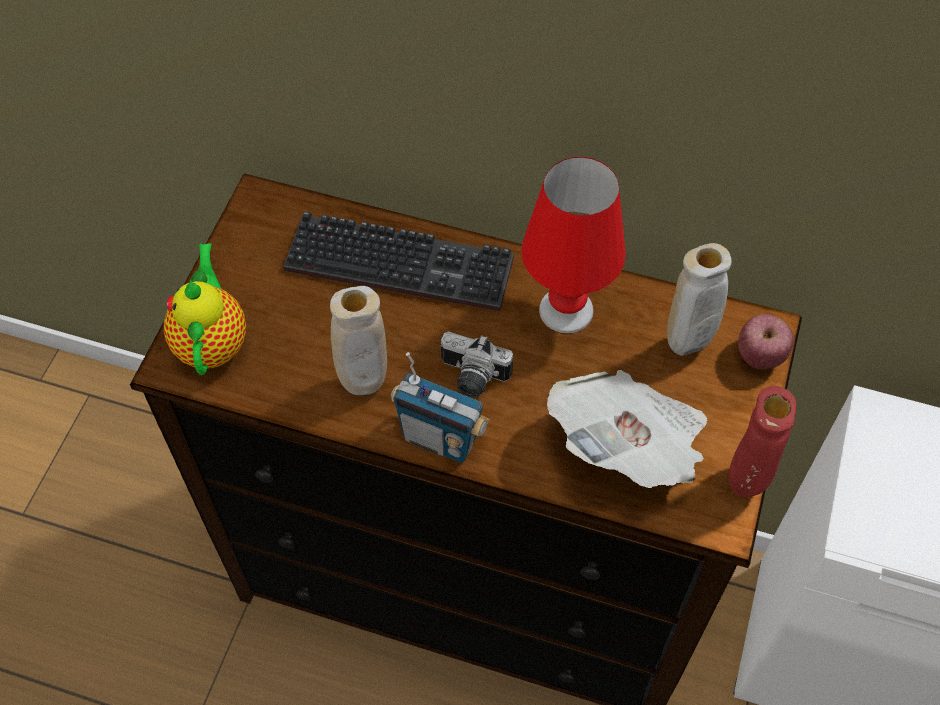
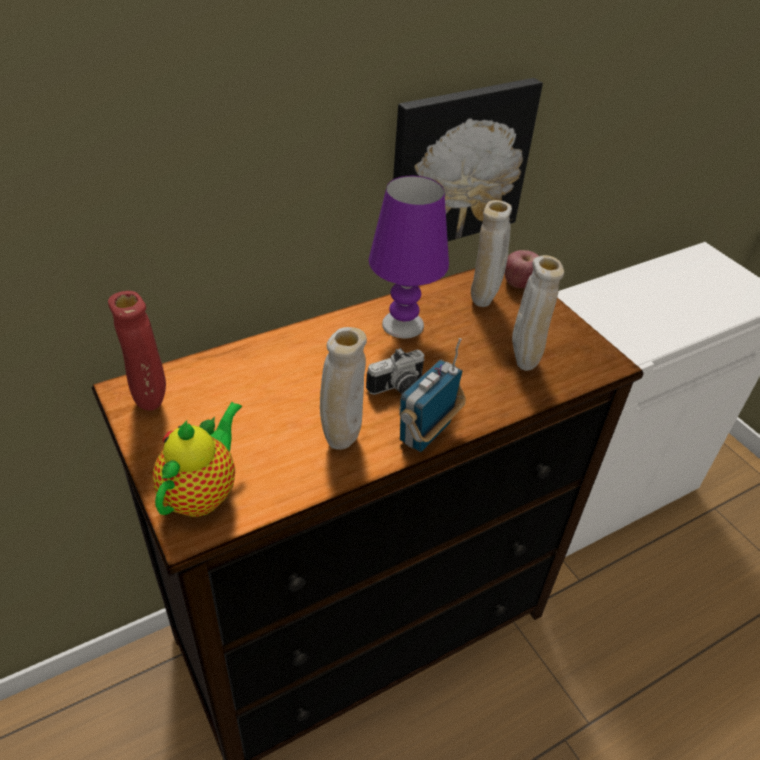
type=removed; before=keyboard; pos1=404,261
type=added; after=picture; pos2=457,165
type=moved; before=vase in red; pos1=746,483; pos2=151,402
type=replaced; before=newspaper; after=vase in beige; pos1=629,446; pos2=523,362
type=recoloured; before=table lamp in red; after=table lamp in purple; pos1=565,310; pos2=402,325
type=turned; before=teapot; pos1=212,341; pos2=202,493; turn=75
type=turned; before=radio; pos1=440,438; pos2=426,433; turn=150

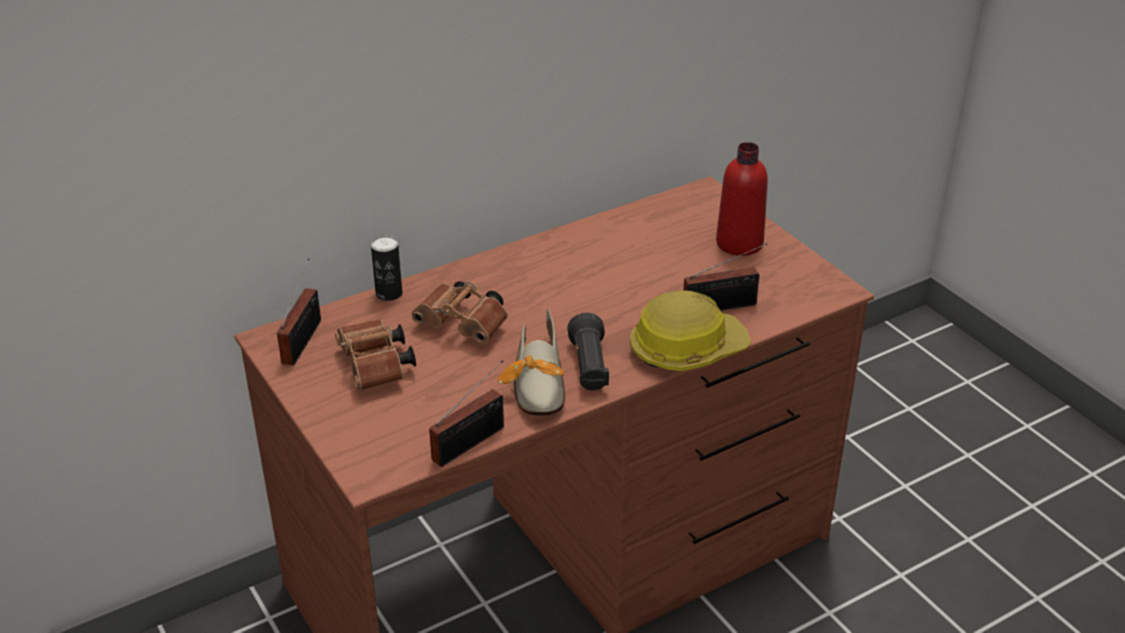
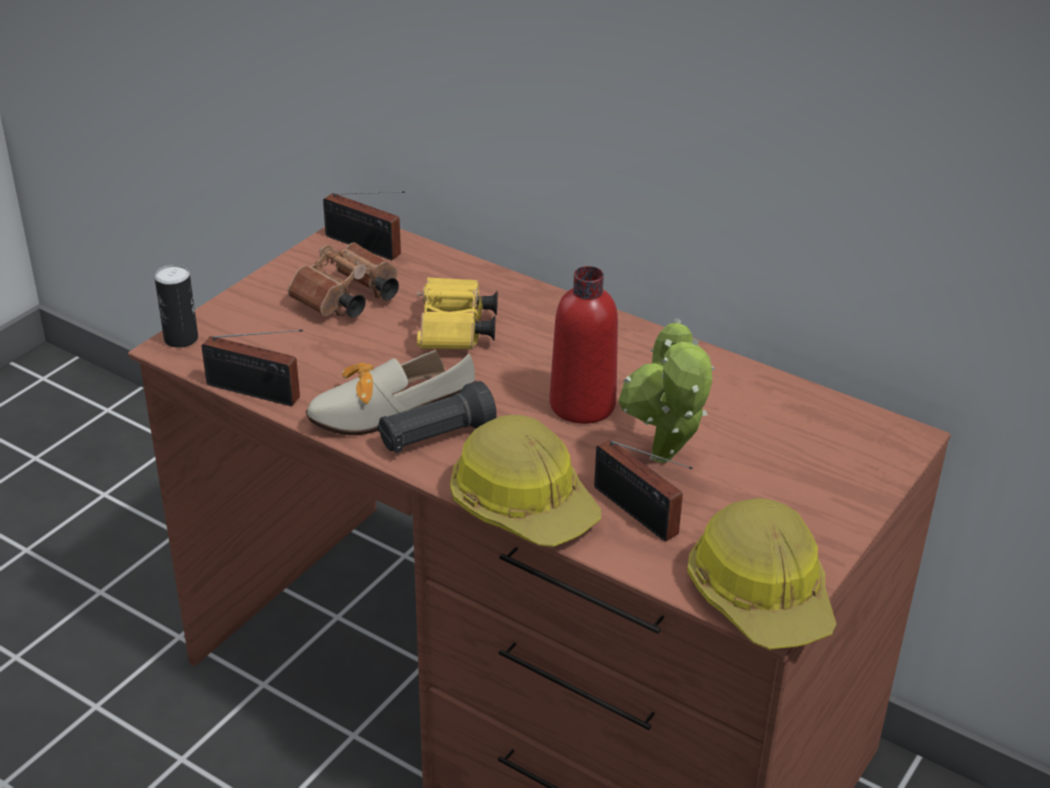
type=added; after=potted plant; pos2=664,462
type=added; after=hard hat; pos2=761,595
type=moved; before=can; pos1=389,293; pos2=181,339
type=moved; before=bottle in red; pos1=739,243; pos2=582,405
type=recoloured; before=binoculars in brown; after=binoculars in yellow; pos1=465,326; pos2=455,333
type=turned; before=radio; pos1=304,339; pos2=366,247; turn=45

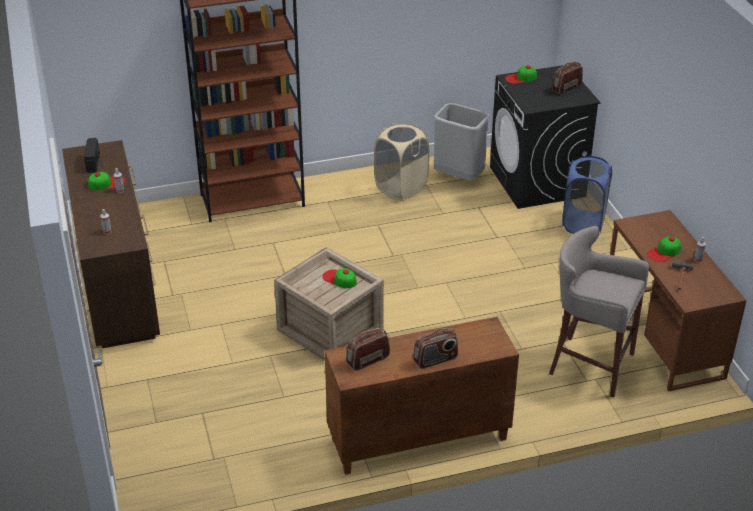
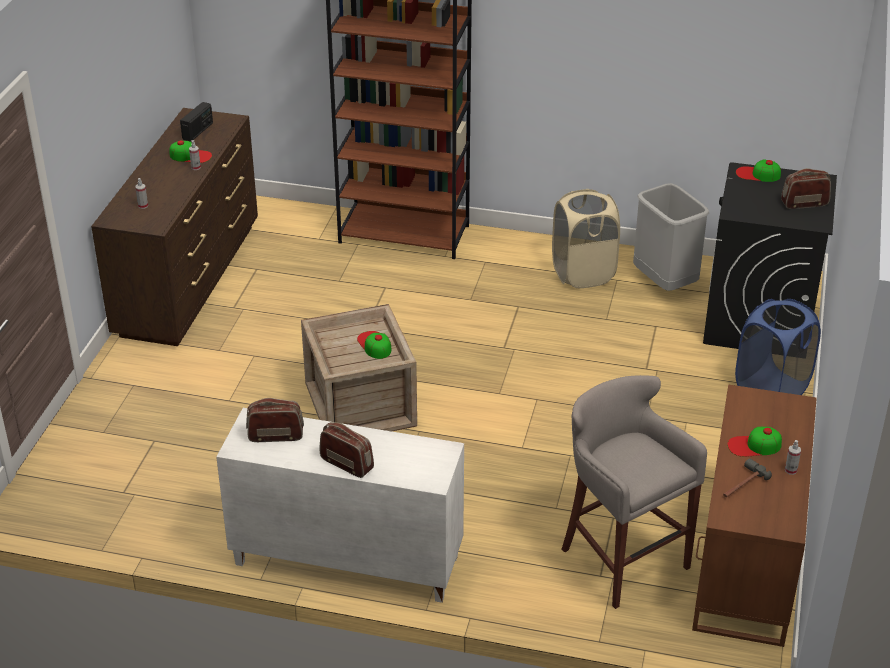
type=recoloured; before=cabinet in brown; after=cabinet in white; pos1=418,440; pos2=345,561
type=turned; before=radio; pos1=435,360; pos2=347,464; turn=-150

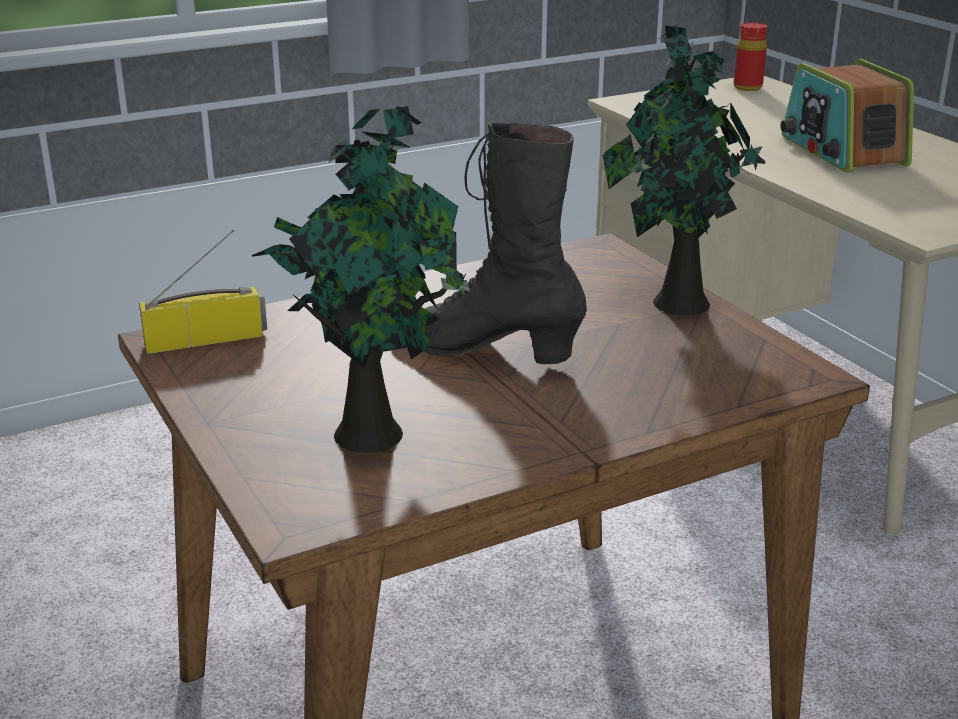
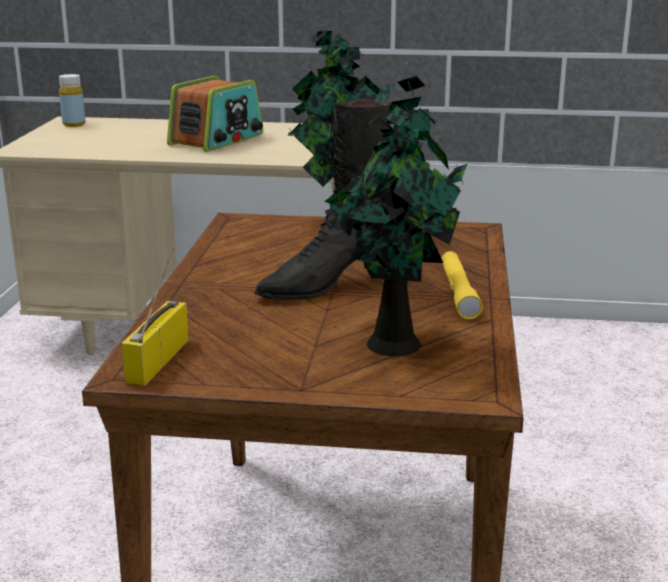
type=added; after=flashlight in yellow; pos2=458,293
type=recoloured; before=bottle in red; after=bottle in yellow; pos1=747,87; pos2=74,124
type=turned; before=radio; pos1=842,151; pos2=217,140; turn=-75

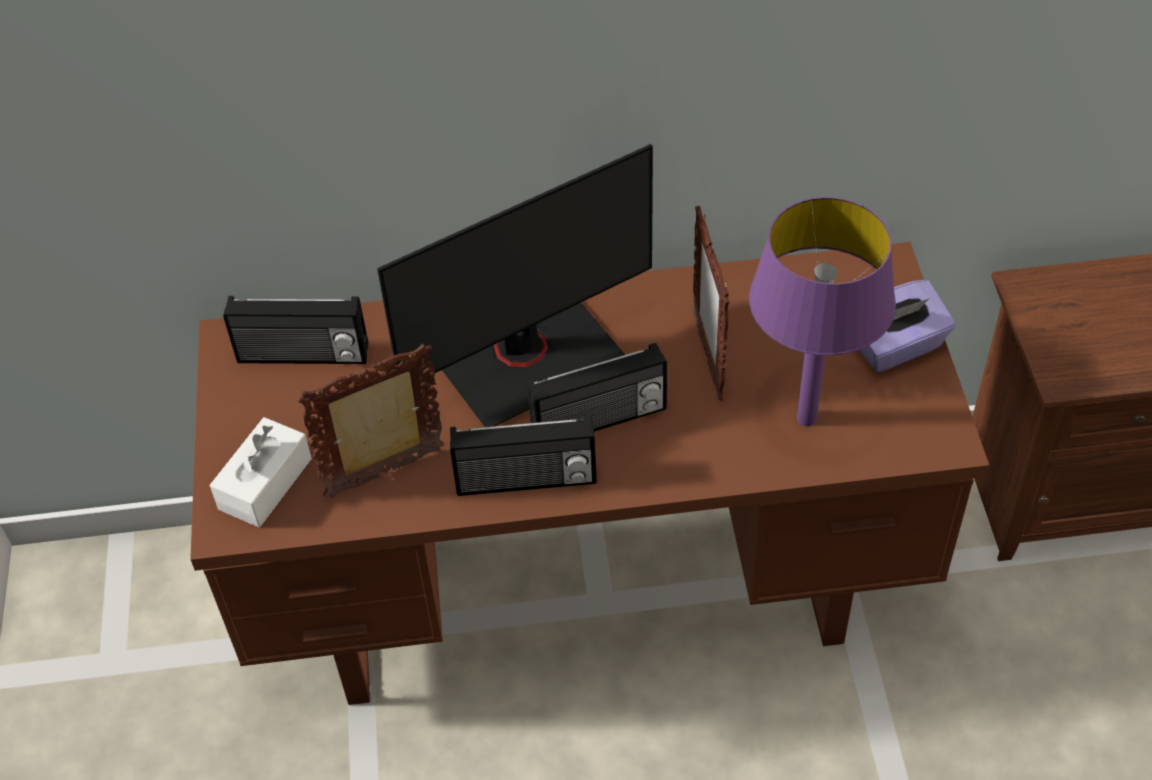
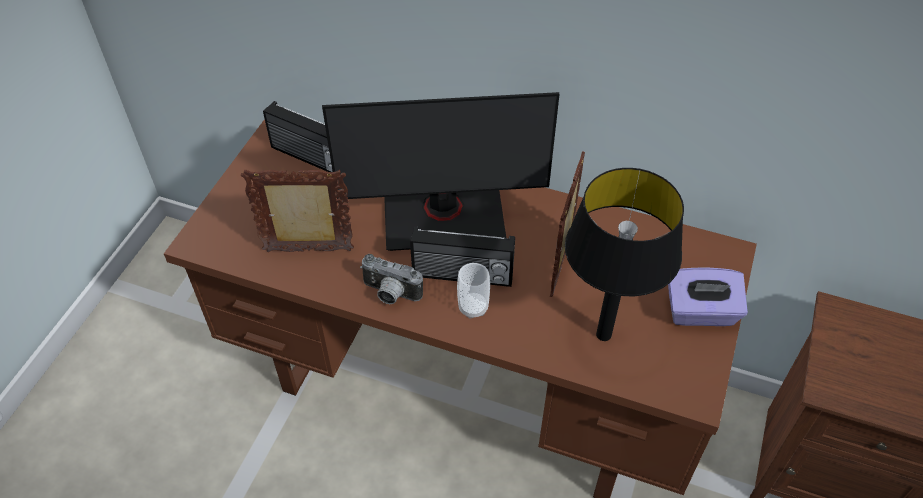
type=removed; before=tissue box in white; pos1=265,484
type=added; after=cup; pos2=473,307
type=replaced; before=radio; after=photo camera; pos1=526,481; pos2=390,294
type=recoloured; before=table lamp in purple; after=table lamp in black; pos1=806,419; pos2=603,335

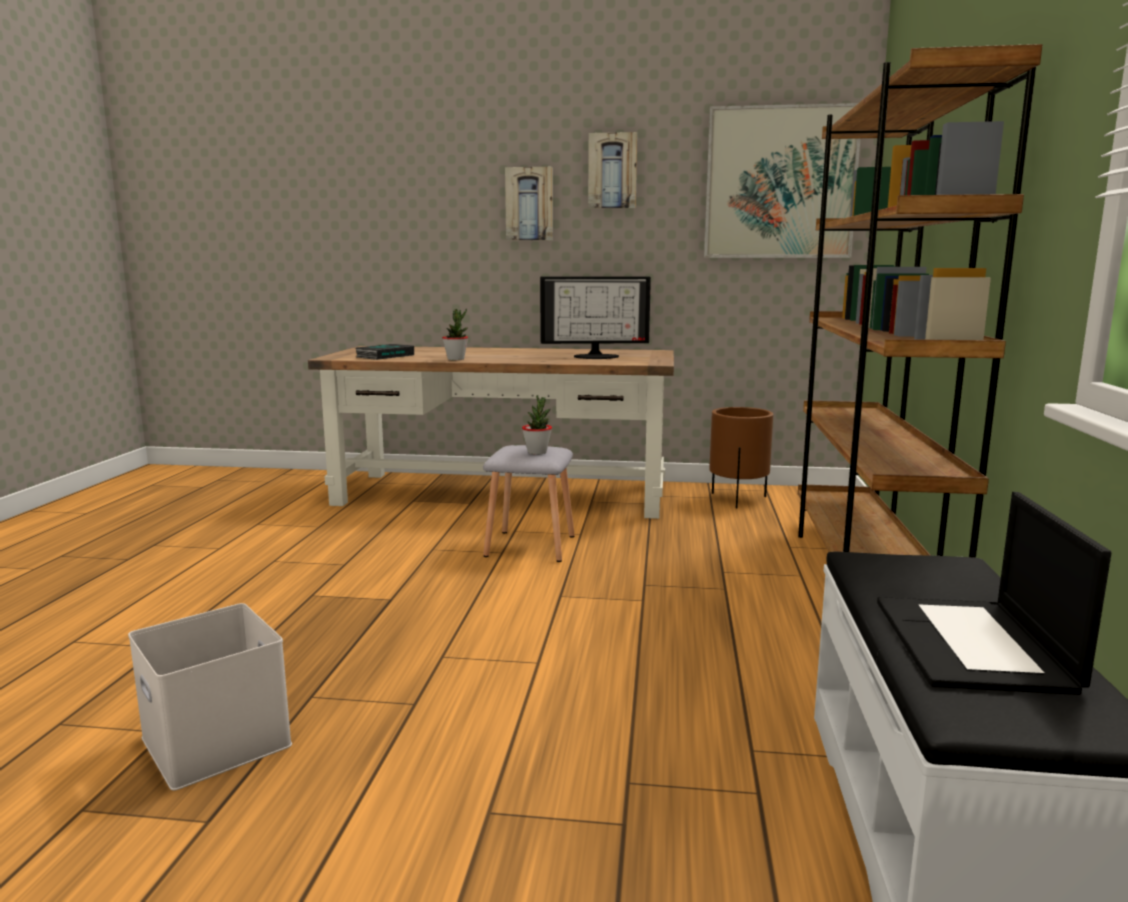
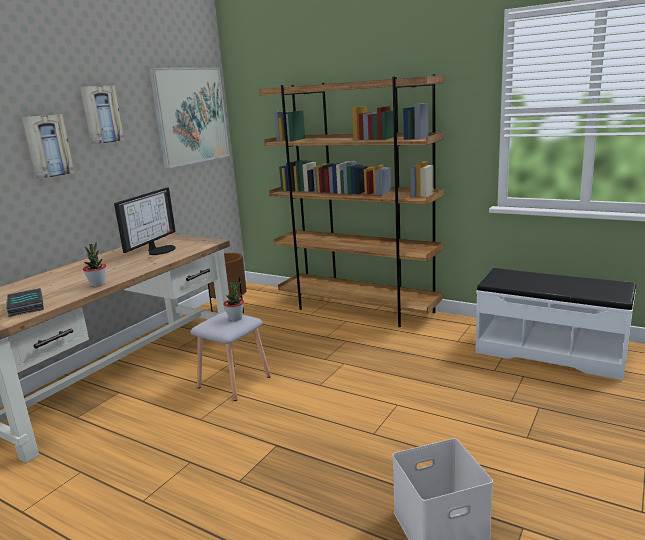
type=removed; before=laptop; pos1=974,645

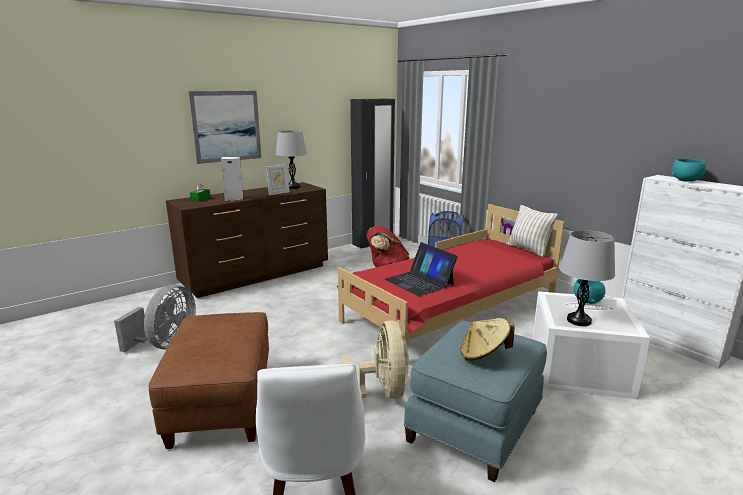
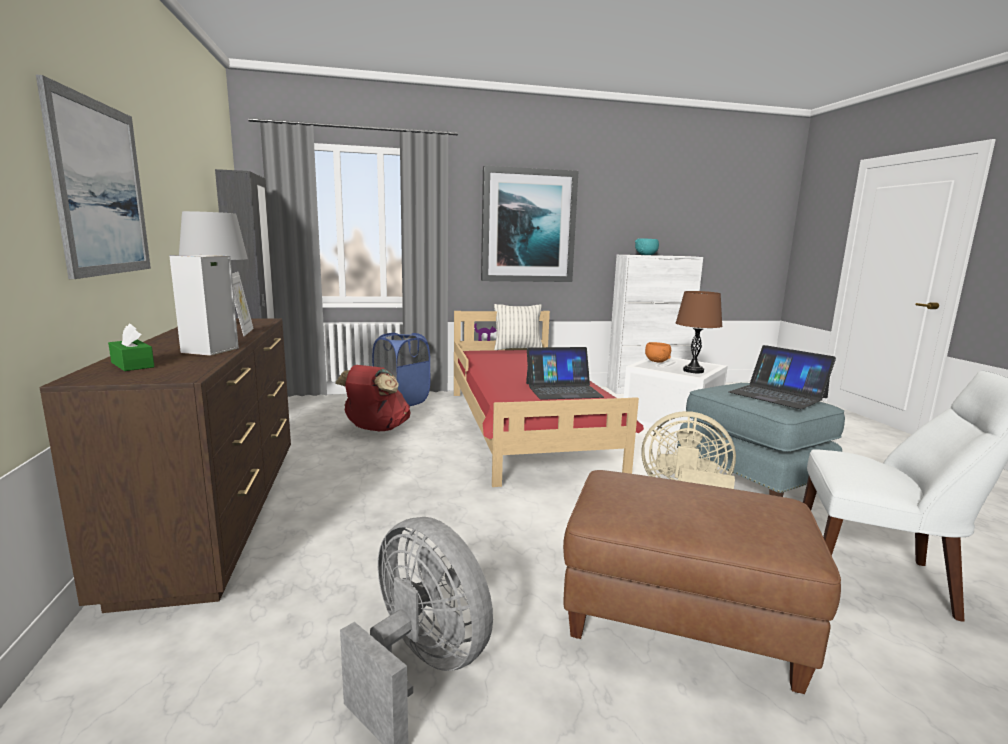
type=added; after=picture; pos2=528,226
type=replaced; before=hat in beige; after=laptop; pos1=483,354; pos2=778,395
type=recoloured; before=table lamp in grey; after=table lamp in brown; pos1=578,321; pos2=693,371
type=recoloured; before=bowl in turquoise; after=bowl in orange; pos1=587,301; pos2=656,361

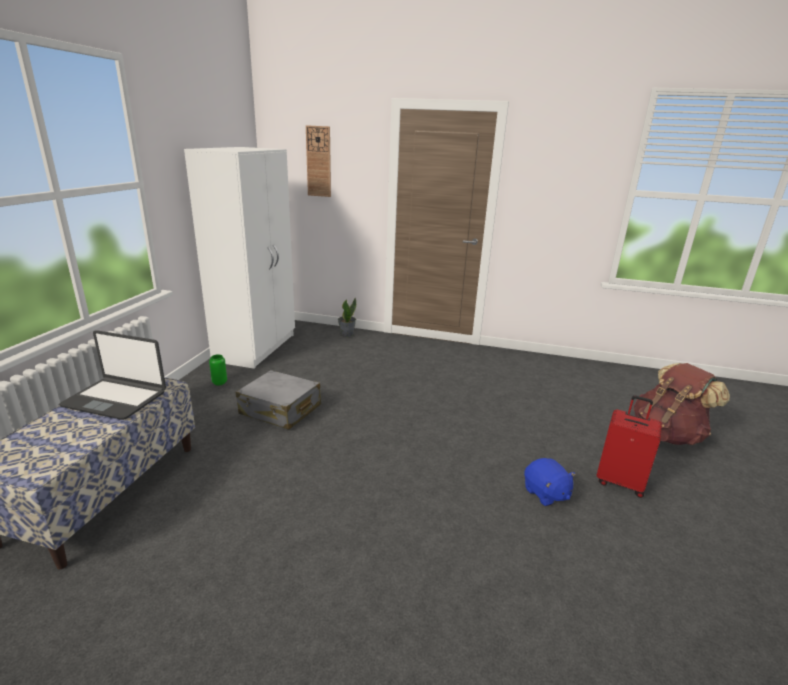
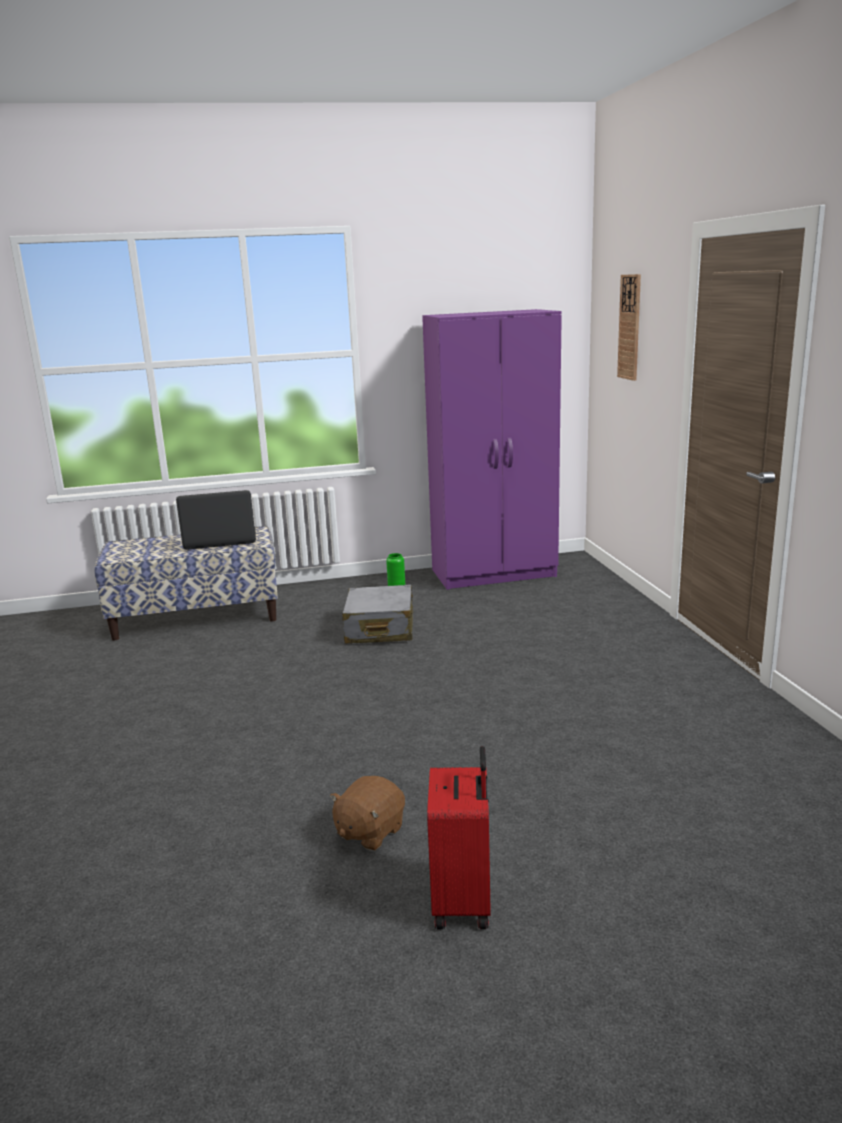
type=removed; before=potted plant; pos1=346,334
type=removed; before=backpack in brown; pos1=667,434
type=recoloured; before=wardrobe in white; after=wardrobe in purple; pos1=257,347; pos2=495,573
type=recoloured; before=plush toy in blue; after=plush toy in brown; pos1=545,494; pos2=369,832
type=turned; before=laptop; pos1=116,399; pos2=220,540; turn=90

